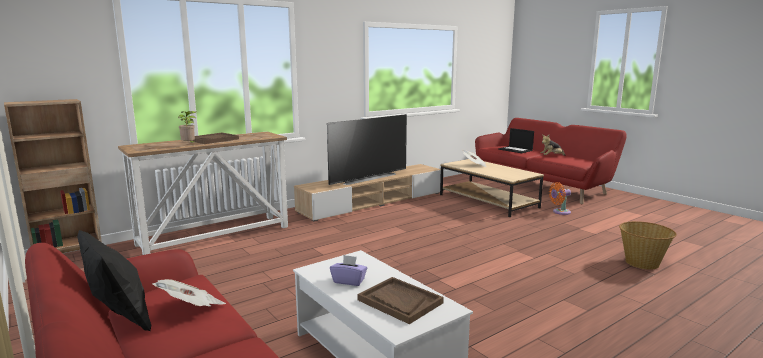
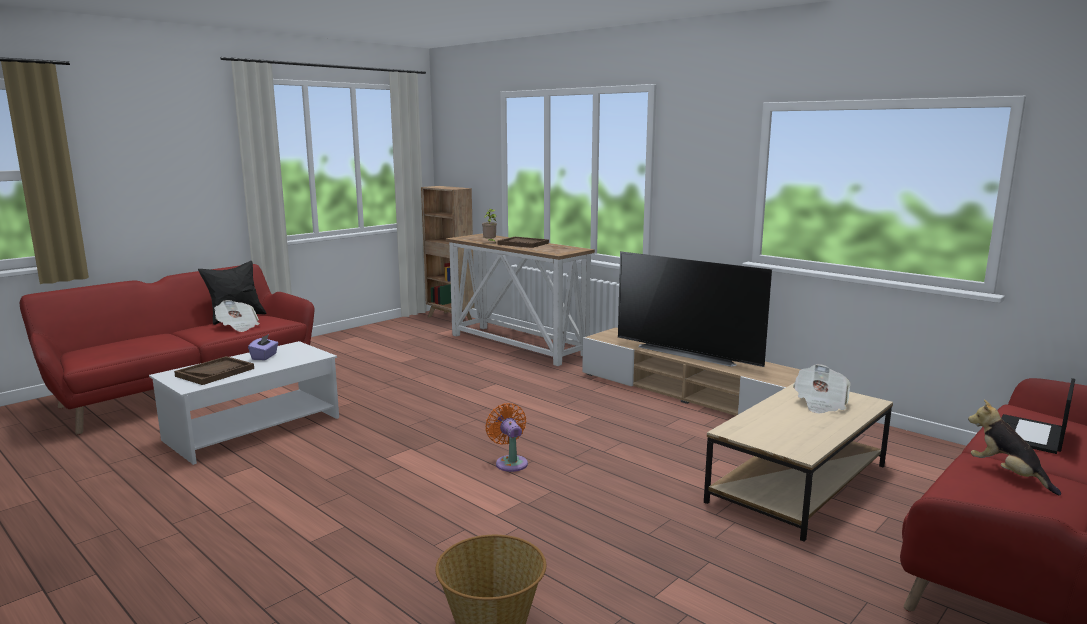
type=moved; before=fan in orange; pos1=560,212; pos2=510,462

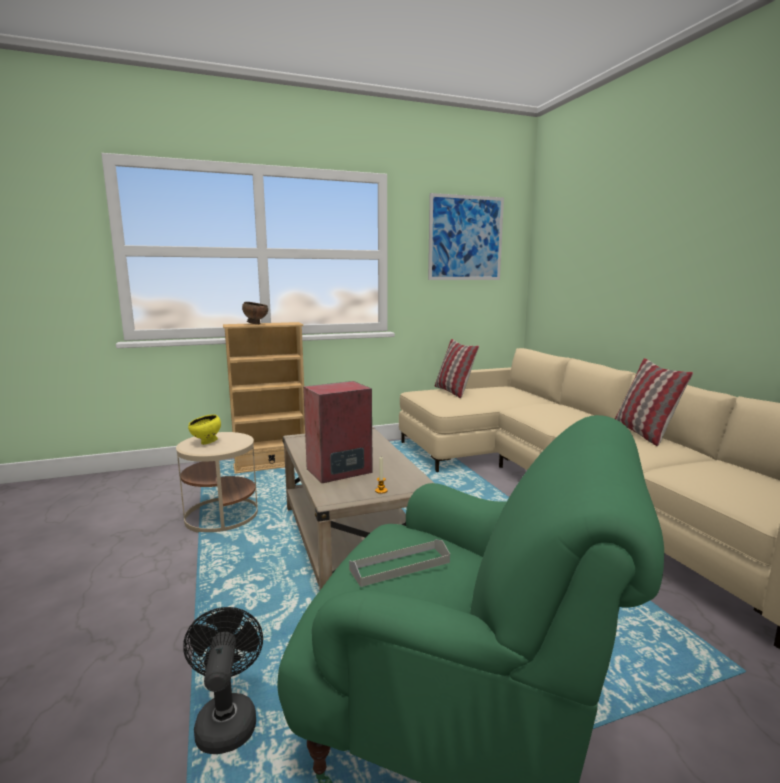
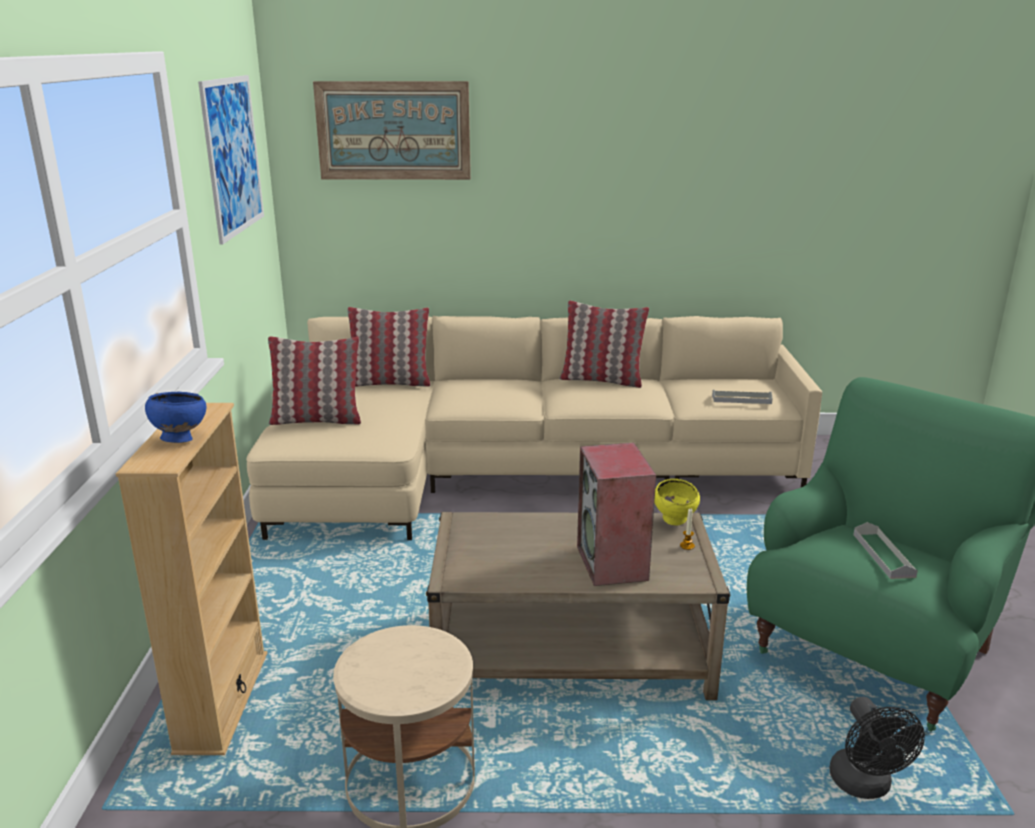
type=added; after=picture; pos2=393,131
type=added; after=pillow; pos2=390,383
type=added; after=tray in grey; pos2=741,399
type=moved; before=bowl in yellow; pos1=206,443; pos2=675,521
type=recoloured; before=bowl in brown; after=bowl in blue; pos1=256,324; pos2=180,439
type=turned; before=fan in black; pos1=226,719; pos2=864,786; turn=-105

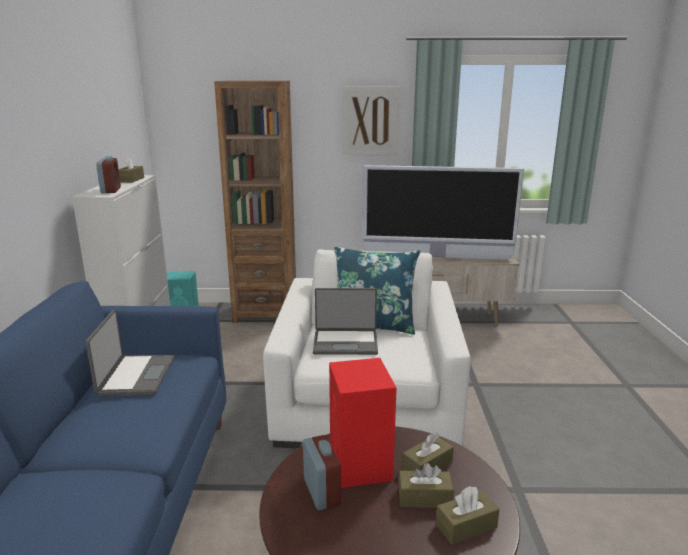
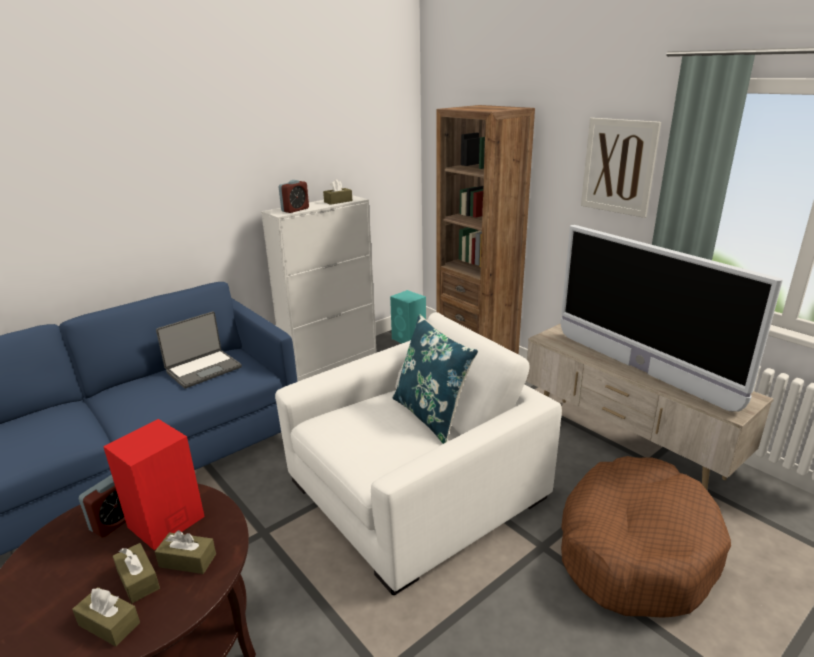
type=removed; before=laptop; pos1=345,343
type=added; after=dog bed in brown; pos2=635,549

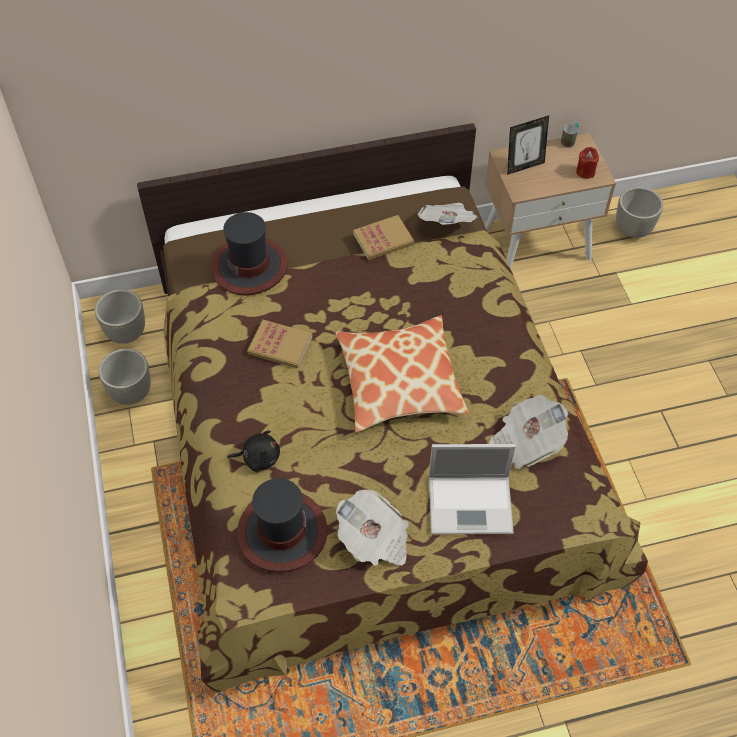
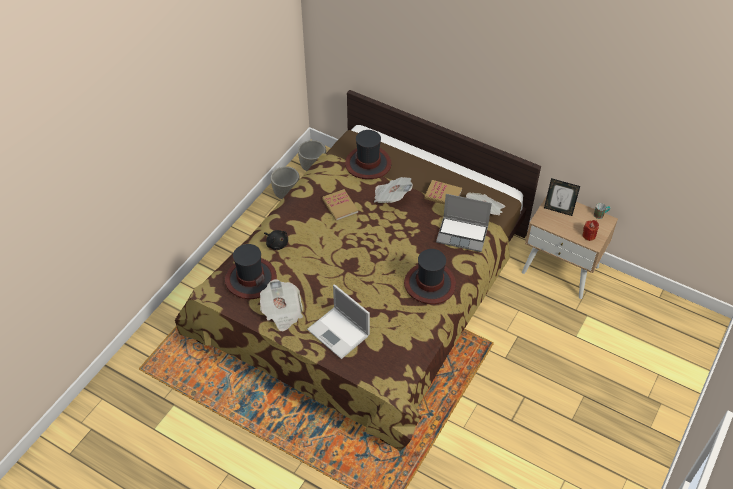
type=removed; before=pillow; pos1=399,381
type=removed; before=planter in grey; pos1=632,229
type=added; after=hat; pos2=430,284
type=added; after=laptop; pos2=463,234
type=moved; before=newspaper; pos1=526,442; pos2=391,197

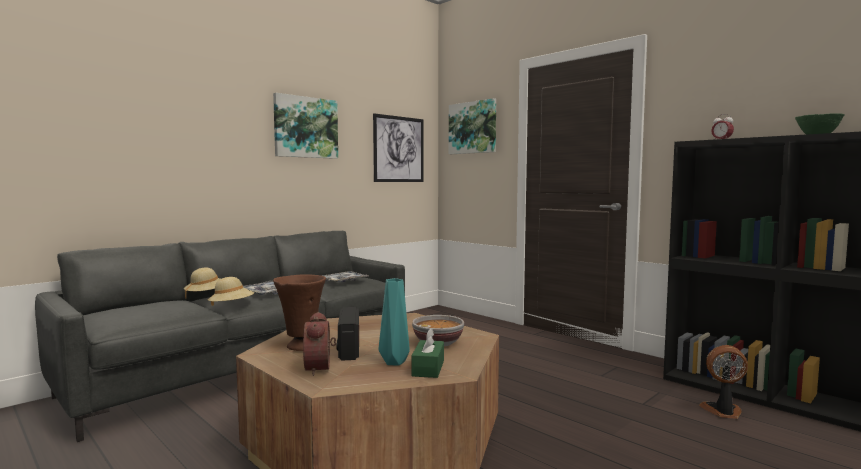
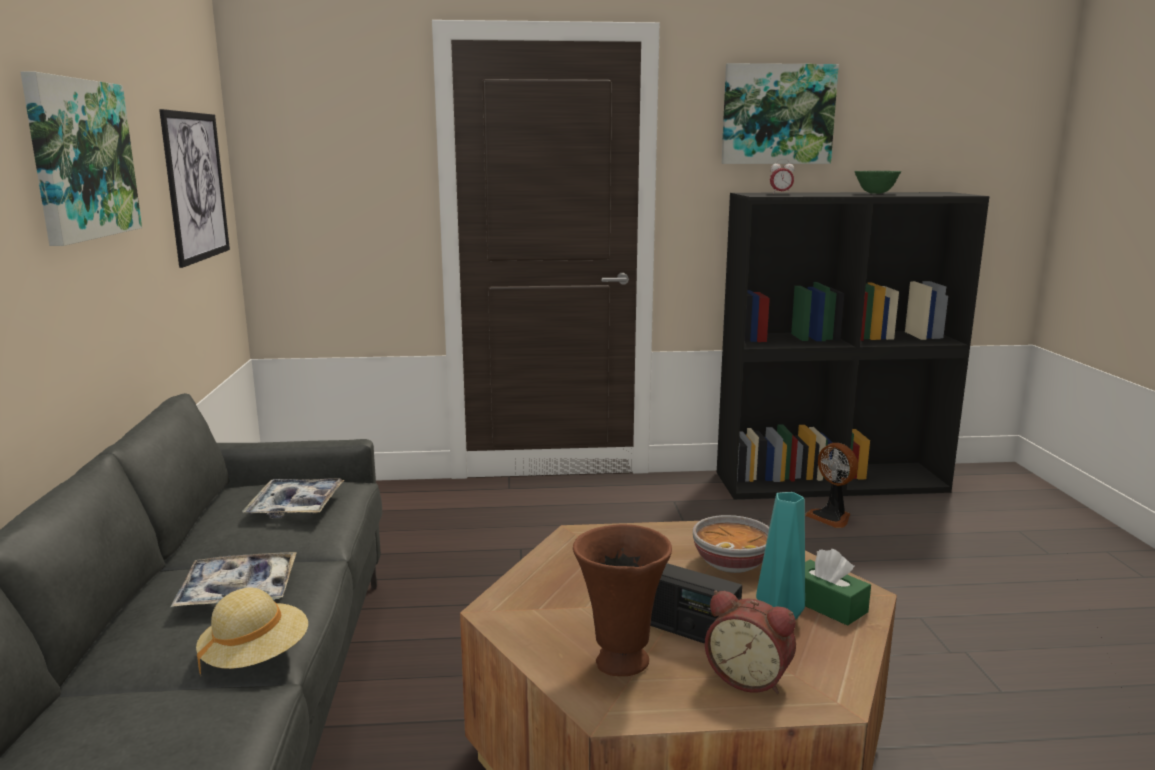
type=removed; before=hat in beige; pos1=206,295
type=moved; before=picture; pos1=473,127; pos2=777,114
type=turned; before=fan; pos1=723,412; pos2=831,517; turn=-90

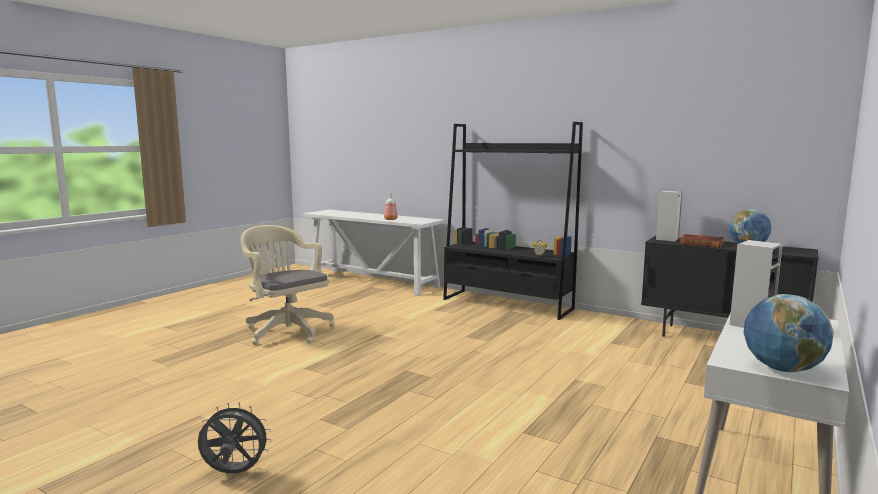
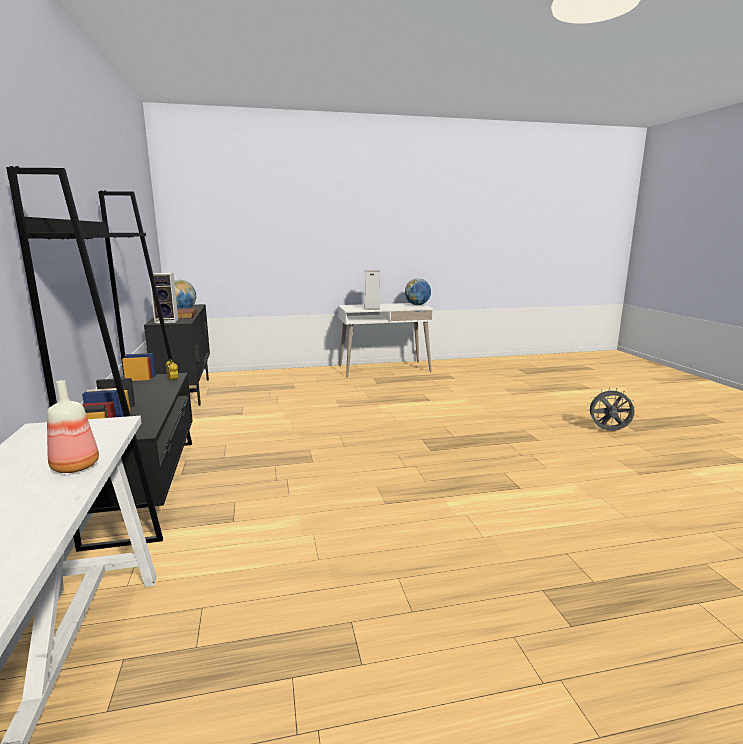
type=removed; before=office chair in beige; pos1=286,330
type=turned; before=fan in grey; pos1=234,473; pos2=608,431; turn=150

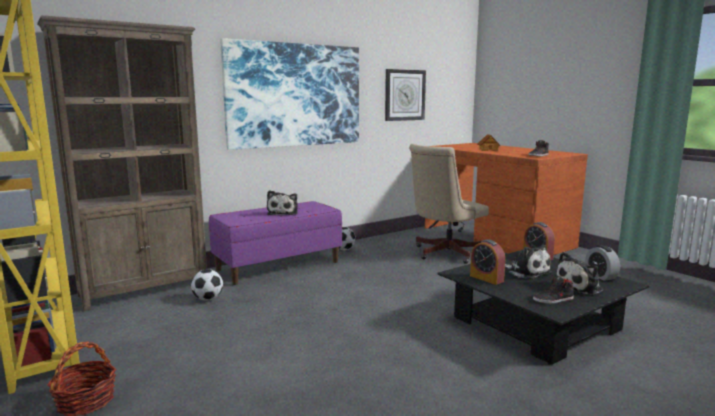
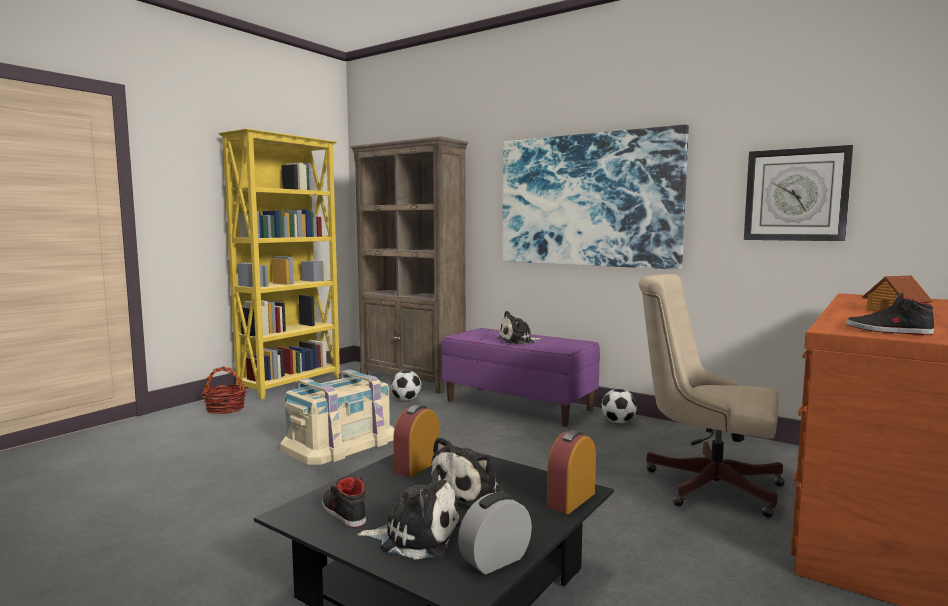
type=added; after=storage box in beige; pos2=339,442
type=turned; before=plush toy; pos1=580,287; pos2=416,536; turn=150

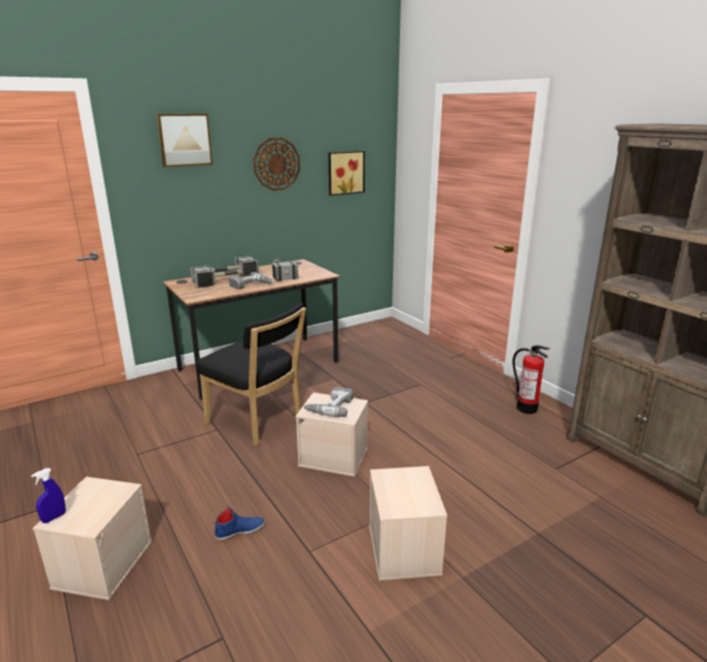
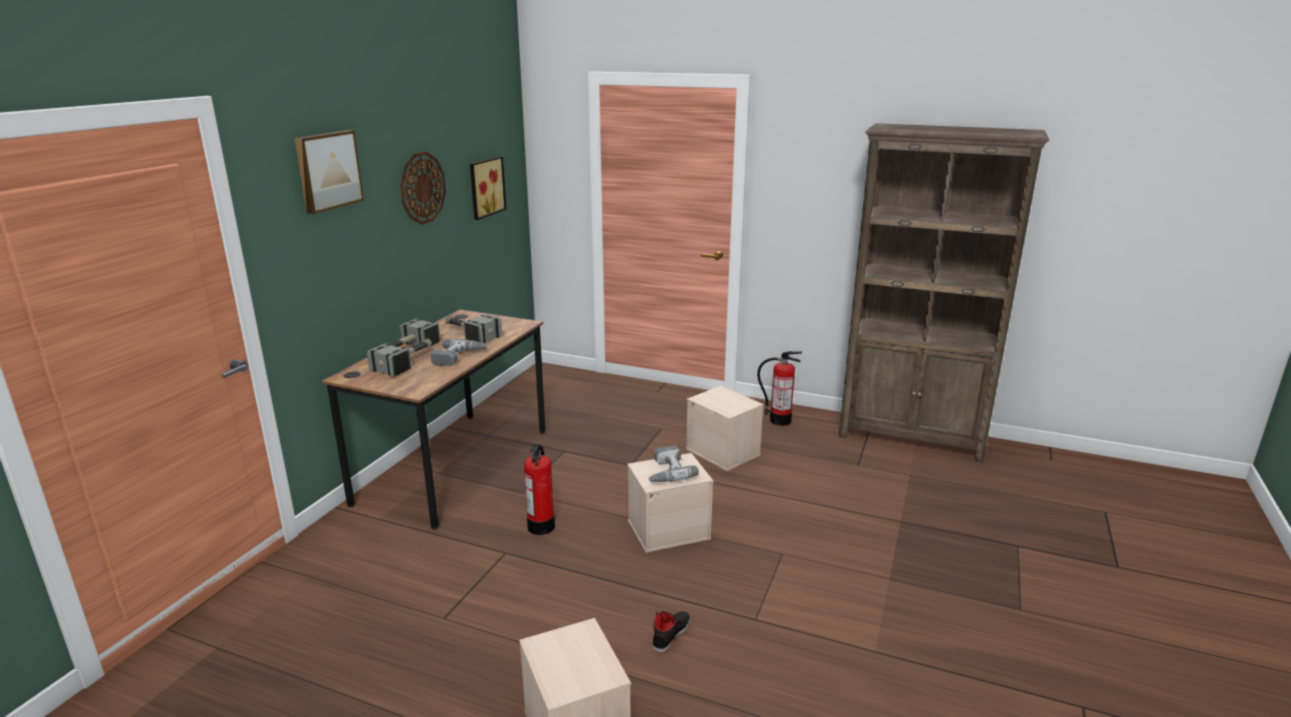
type=removed; before=spray bottle in blue; pos1=54,518
type=moved; before=storage box in beige; pos1=404,549; pos2=724,452
type=replaced; before=chair in black; after=fire extinguisher; pos1=257,421; pos2=541,526
type=recoloured; before=shoe in blue; after=shoe in black; pos1=240,530; pos2=670,634

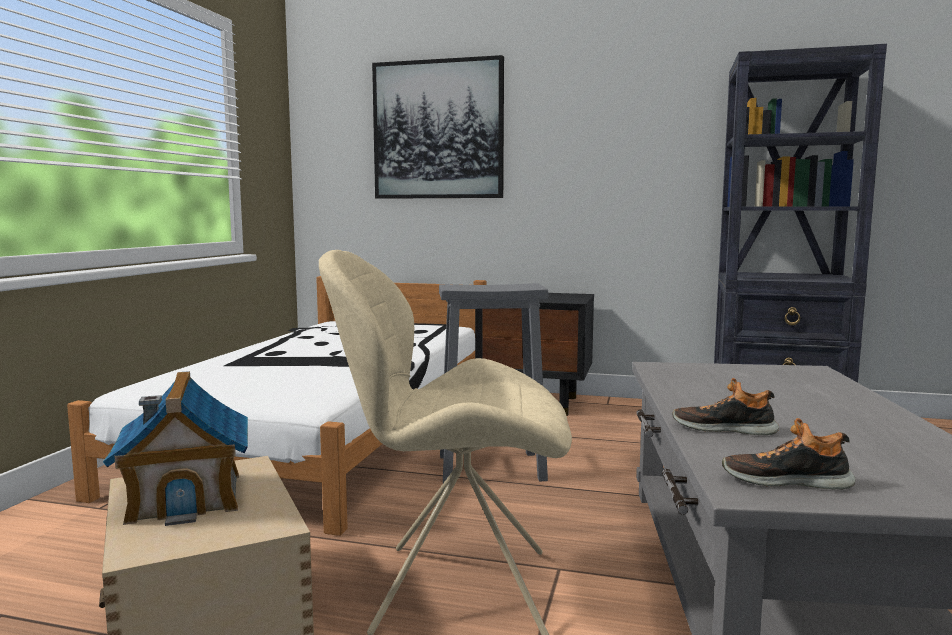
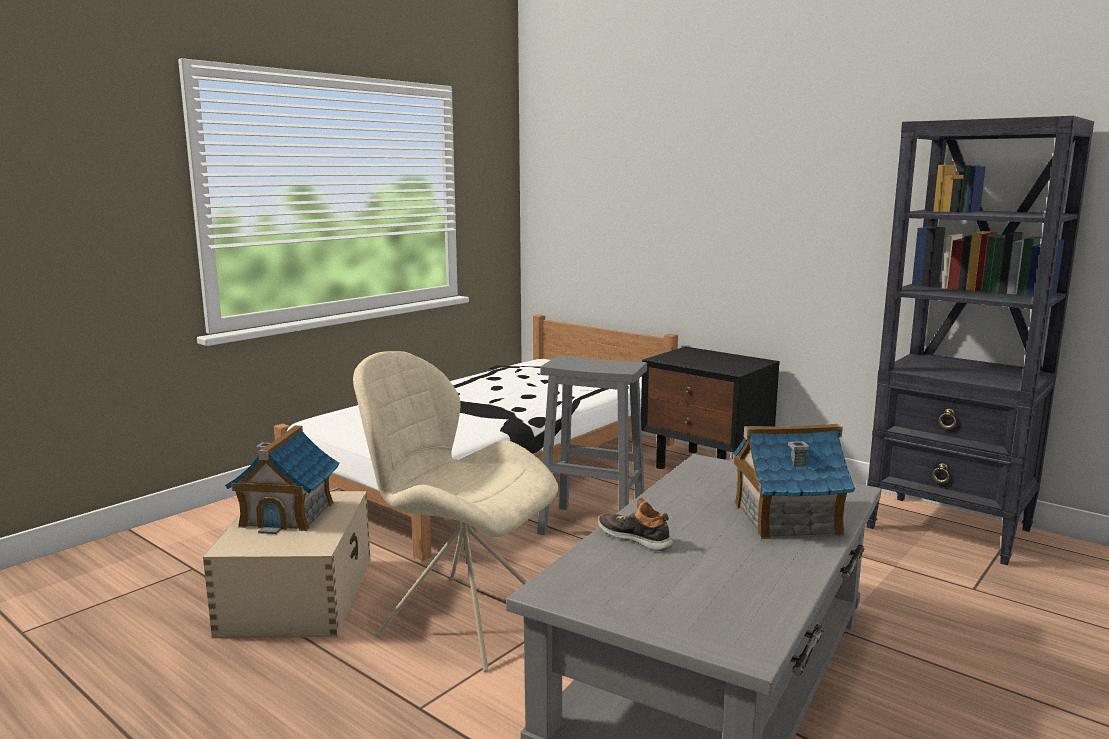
type=removed; before=picture; pos1=438,130
type=removed; before=shoe; pos1=785,480
type=added; after=toy house; pos2=785,519

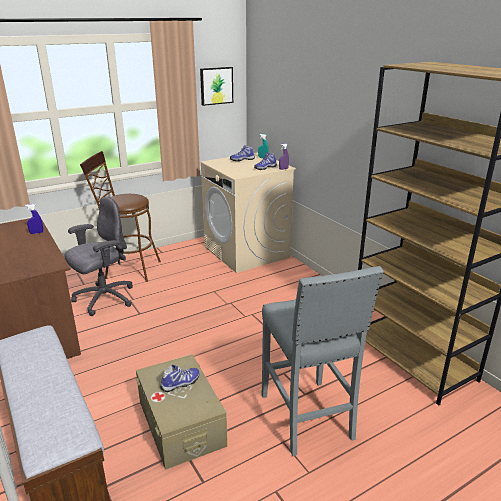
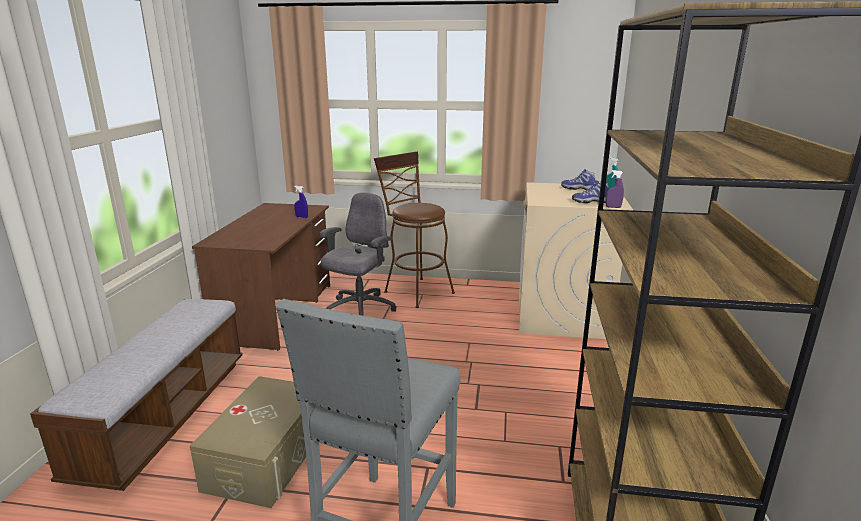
type=removed; before=shoe; pos1=181,383
type=removed; before=picture; pos1=216,85
type=turned; before=office chair in grey; pos1=104,299; pos2=359,309; turn=-60

